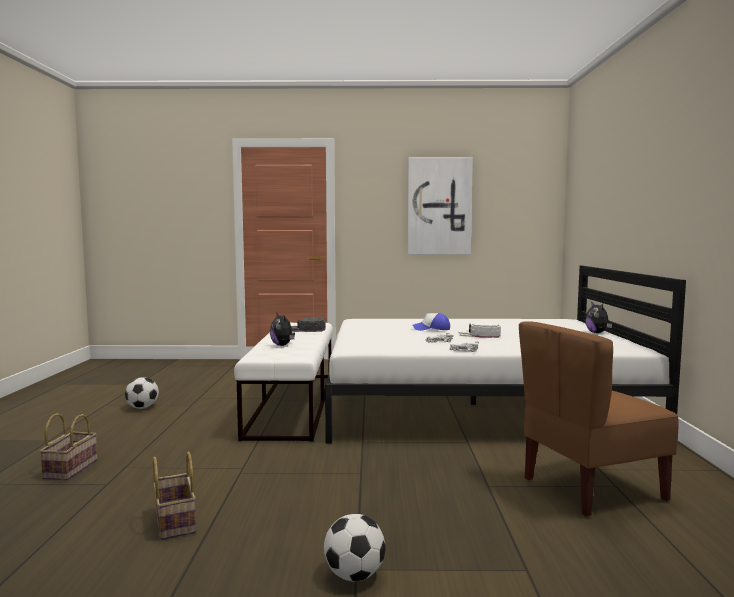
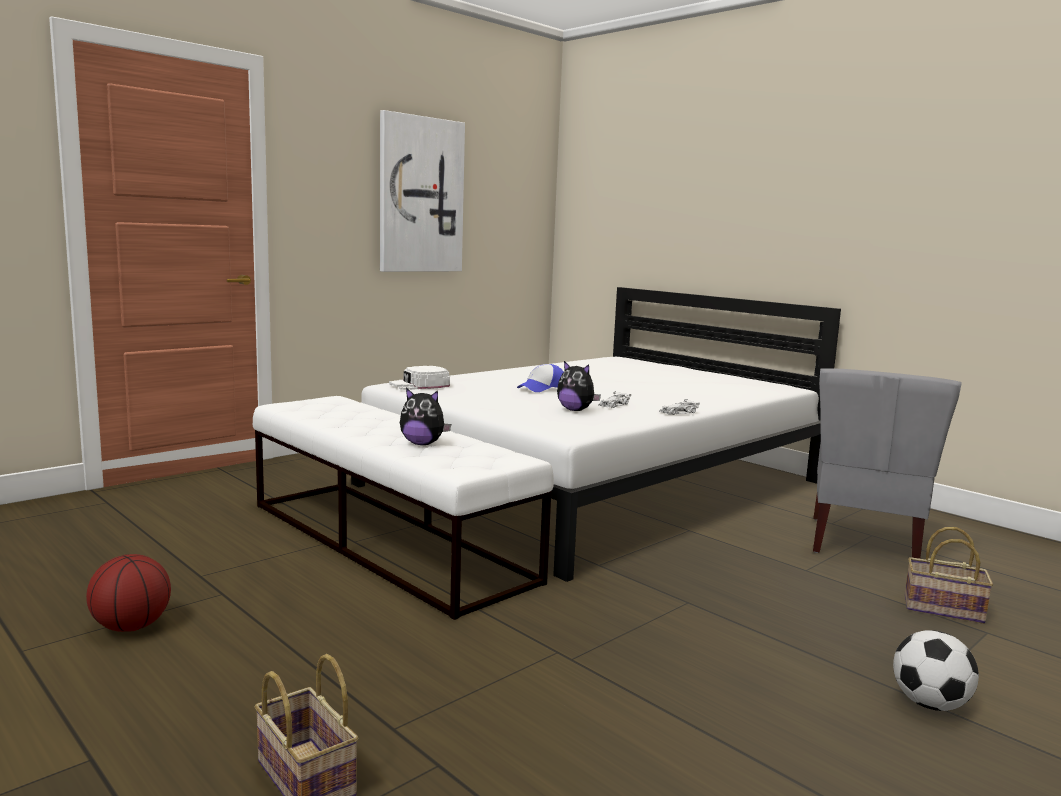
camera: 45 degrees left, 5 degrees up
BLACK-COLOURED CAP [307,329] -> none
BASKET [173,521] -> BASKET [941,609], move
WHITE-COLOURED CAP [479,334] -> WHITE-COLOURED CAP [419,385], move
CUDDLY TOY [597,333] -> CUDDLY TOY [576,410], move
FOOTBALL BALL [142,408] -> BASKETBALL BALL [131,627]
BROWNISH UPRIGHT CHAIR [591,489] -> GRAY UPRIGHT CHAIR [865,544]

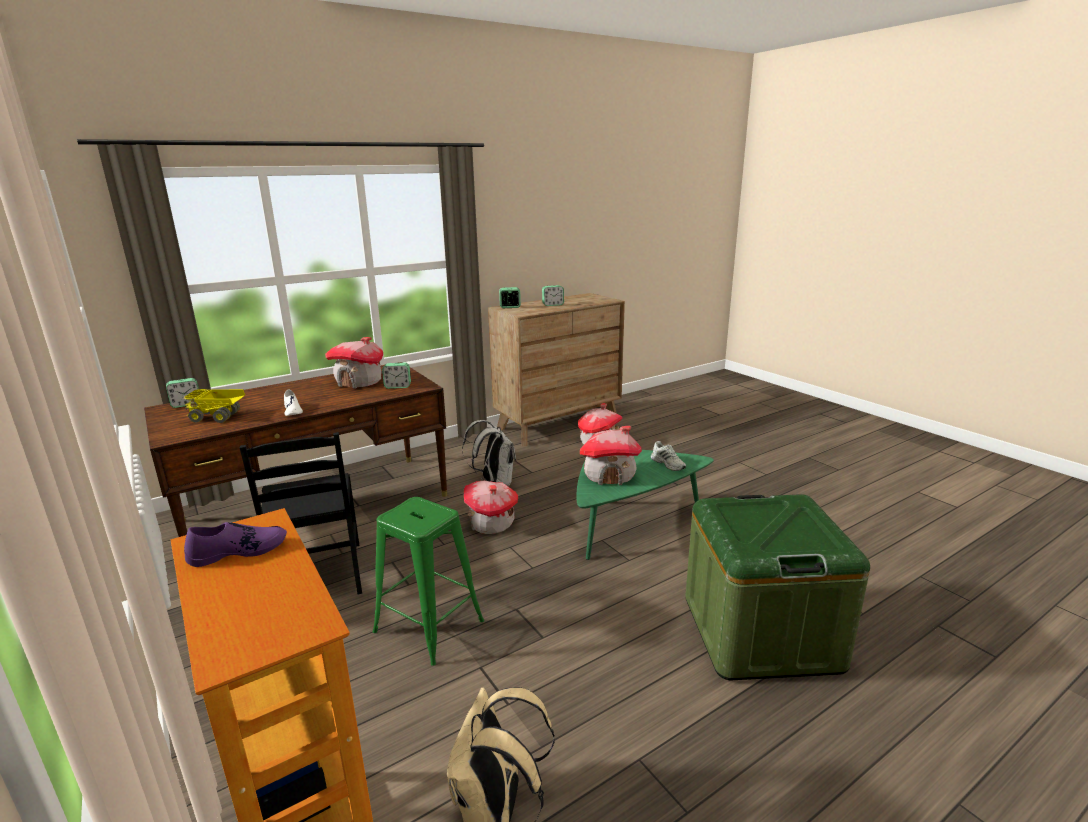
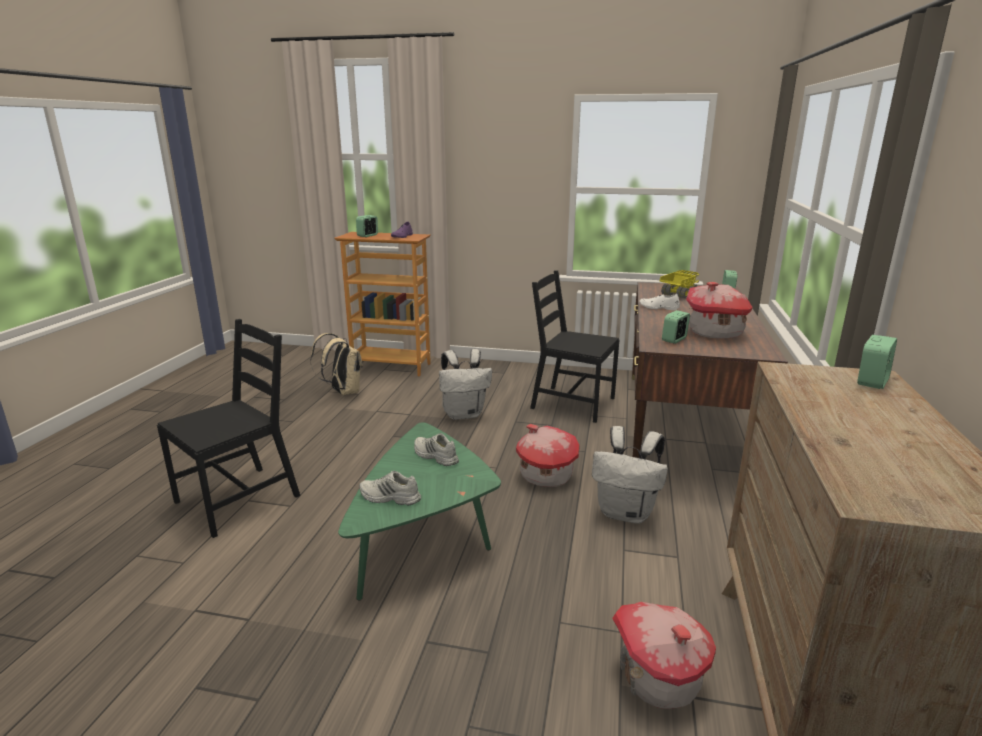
camera: 135 degrees right, 0 degrees up
ALARM CLOCK [553,305] -> ALARM CLOCK [367,235], move
GREENISH STOOL [429,626] -> WHITE-COLOURED KNAPSACK [464,414]
MODEL HOUSE [610,475] -> WHITE-COLOURED SHOE [434,456]
GREENISH STORAGE BOX [760,632] -> BLACK-COLOURED UPRIGHT CHAIR [239,499]

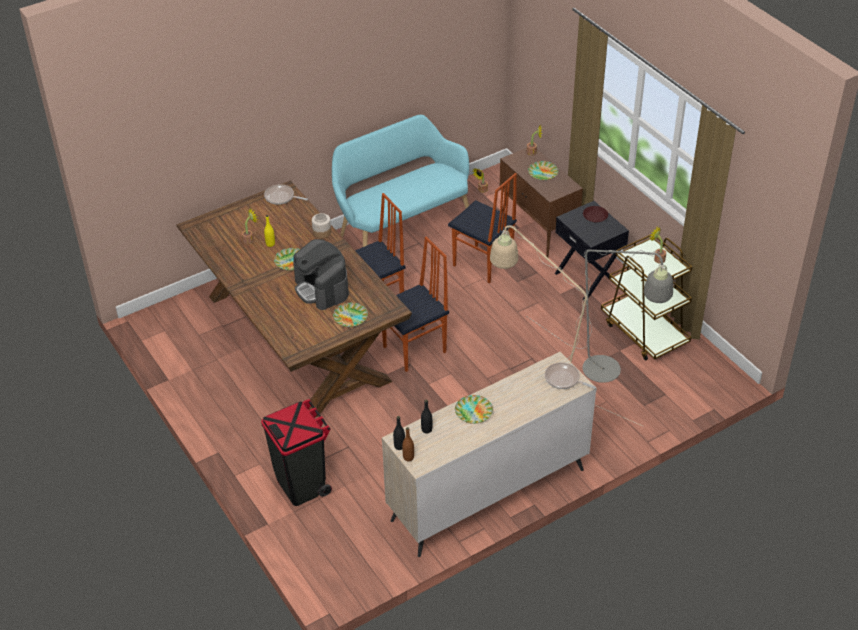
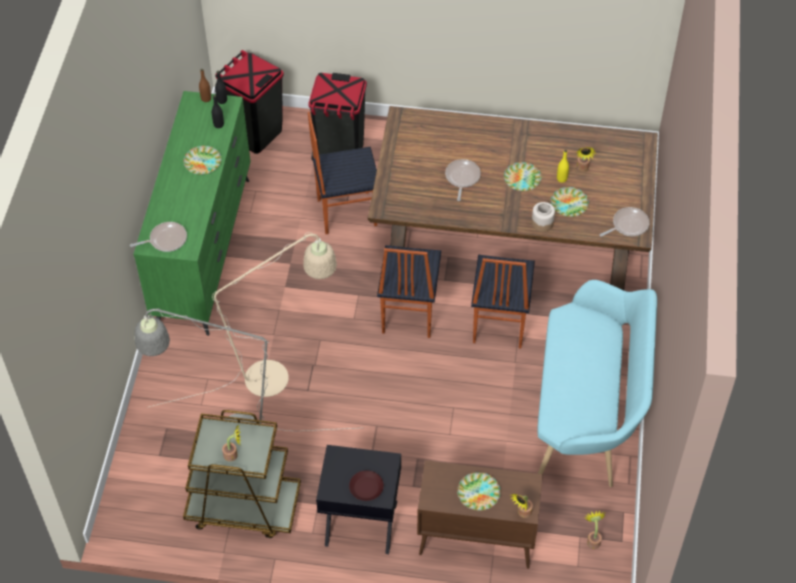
camera: 130 degrees right, 10 degrees up
none -> BLACK-COLOURED RUBBISH BIN [256,134]
FLAT DISH [350,317] -> FLAT DISH [569,204], move
UPRIGHT CHAIR [482,264] -> UPRIGHT CHAIR [346,212], move
COFFEE BREWER [322,289] -> PAN [462,178]
BEIGE CHEST OF DRAWERS [487,494] -> GREENISH CHEST OF DRAWERS [205,251]

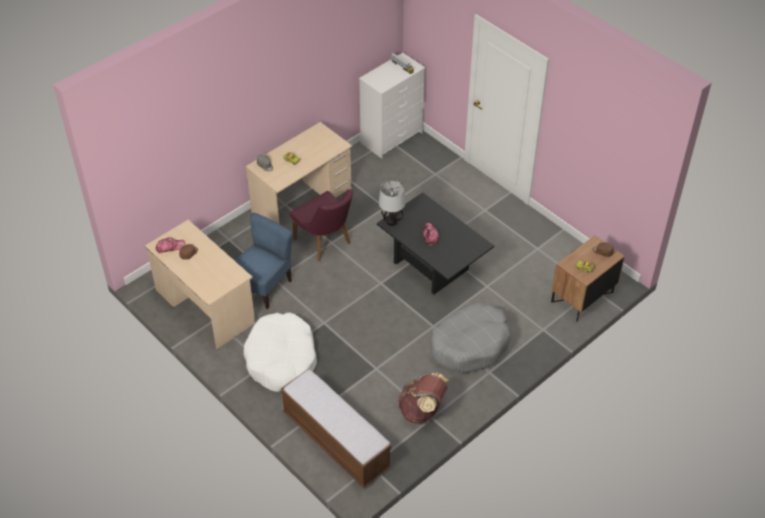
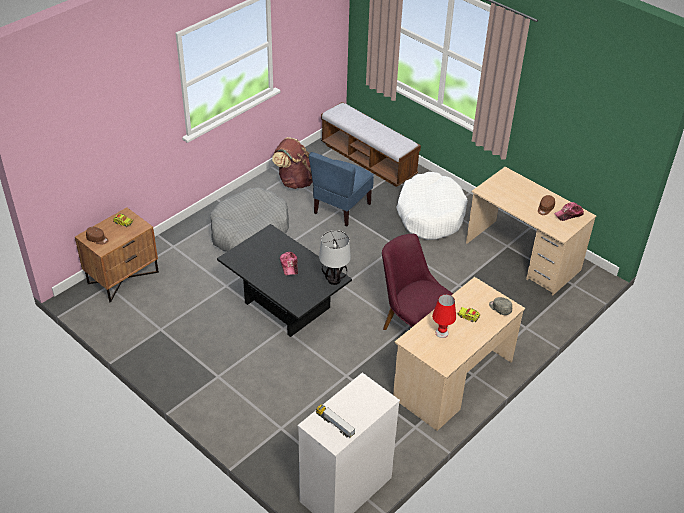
camera: 175 degrees right, 5 degrees down
none -> RED TABLETOP LAMP [442,333]
BLUE-COLOURED UPRIGHT CHAIR [263,286] -> BLUE-COLOURED UPRIGHT CHAIR [341,208], move

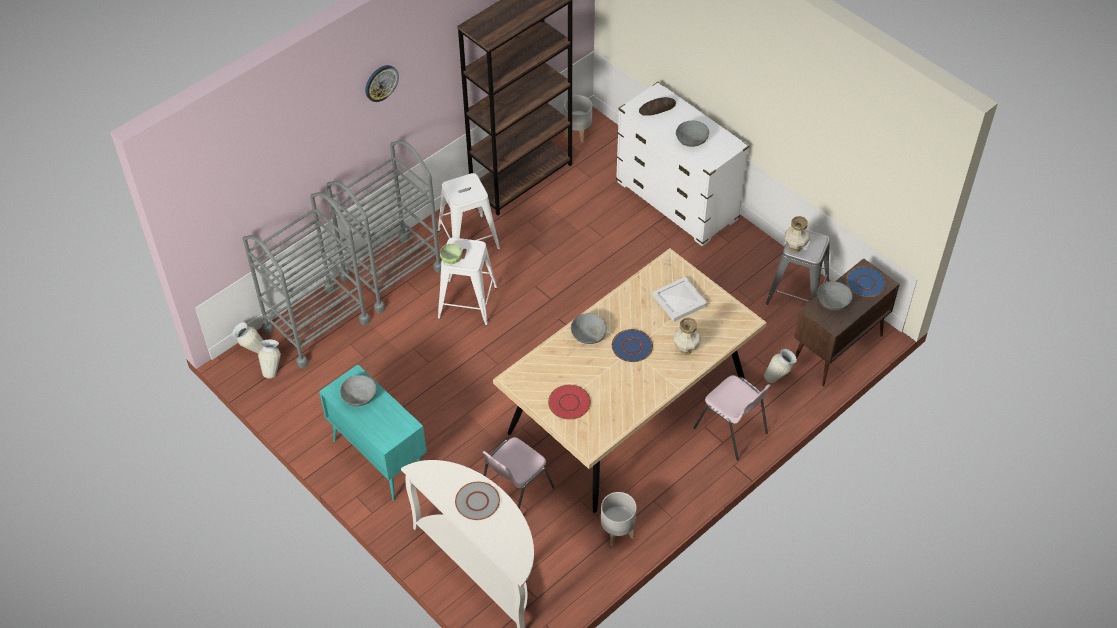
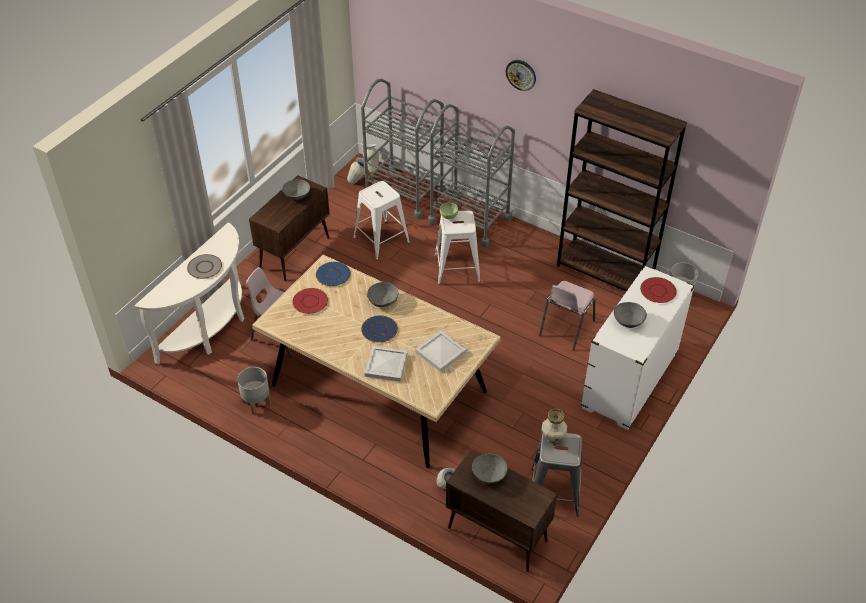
camera: 75 degrees right, 5 degrees down
WHITE-COLOURED STOOL [468,239] -> WHITE-COLOURED STOOL [381,240], move
PINK-COLOURED UPRIGHT CHAIR [731,431] -> PINK-COLOURED UPRIGHT CHAIR [565,328], move
BLUE-COLOURED FLAT DISH [865,282] -> BLUE-COLOURED FLAT DISH [333,274], move
BAKED BREAD [657,108] -> RED FLAT DISH [658,290]
FLOWER VASE [686,349] -> WHITE-COLOURED TRAY [386,365]
TURQUOISE CUPBOARD [378,457] -> BROWNISH CUPBOARD [295,252]

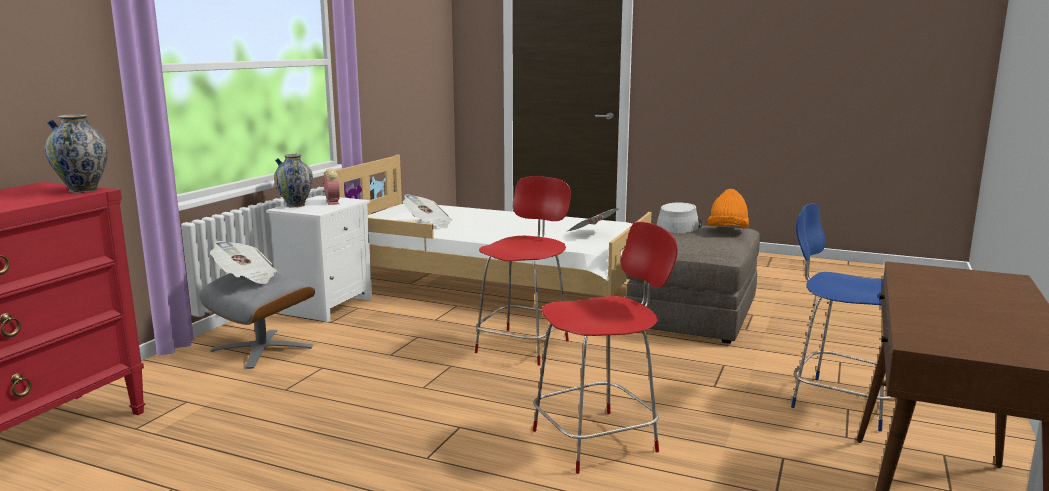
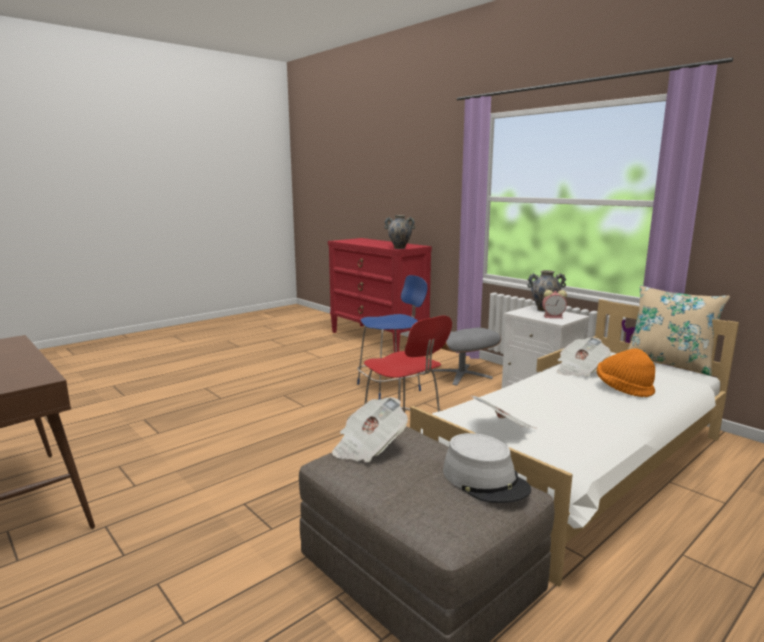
camera: 115 degrees right, 0 degrees up
RED UPRIGHT CHAIR [598,440] -> none
none -> BEIGE THROW PILLOW [668,363]
NEWSPAPER [246,278] -> NEWSPAPER [368,447], move
ORANGE-COLOURED CLOTHING HAT [727,231] -> ORANGE-COLOURED CLOTHING HAT [623,389], move
BLUE-COLOURED UPRIGHT CHAIR [841,402] -> BLUE-COLOURED UPRIGHT CHAIR [390,387], move

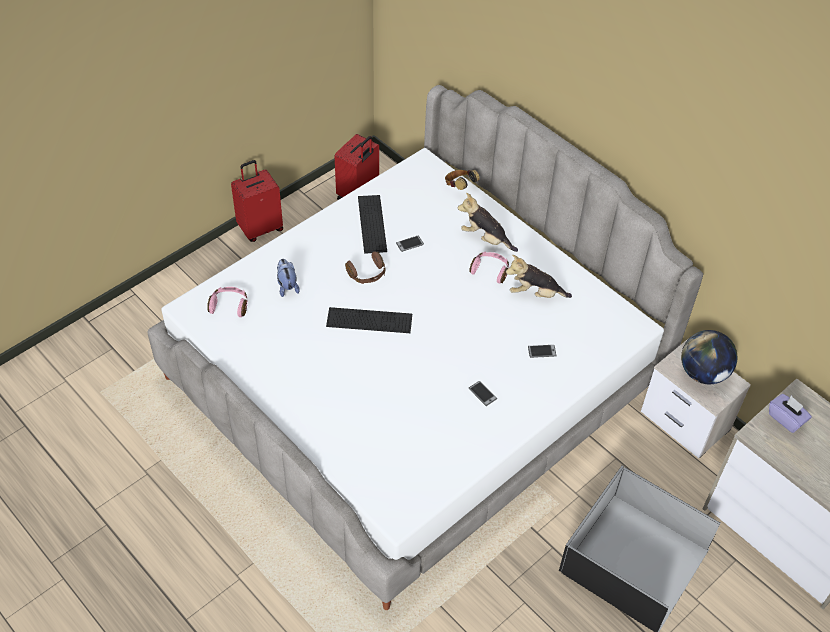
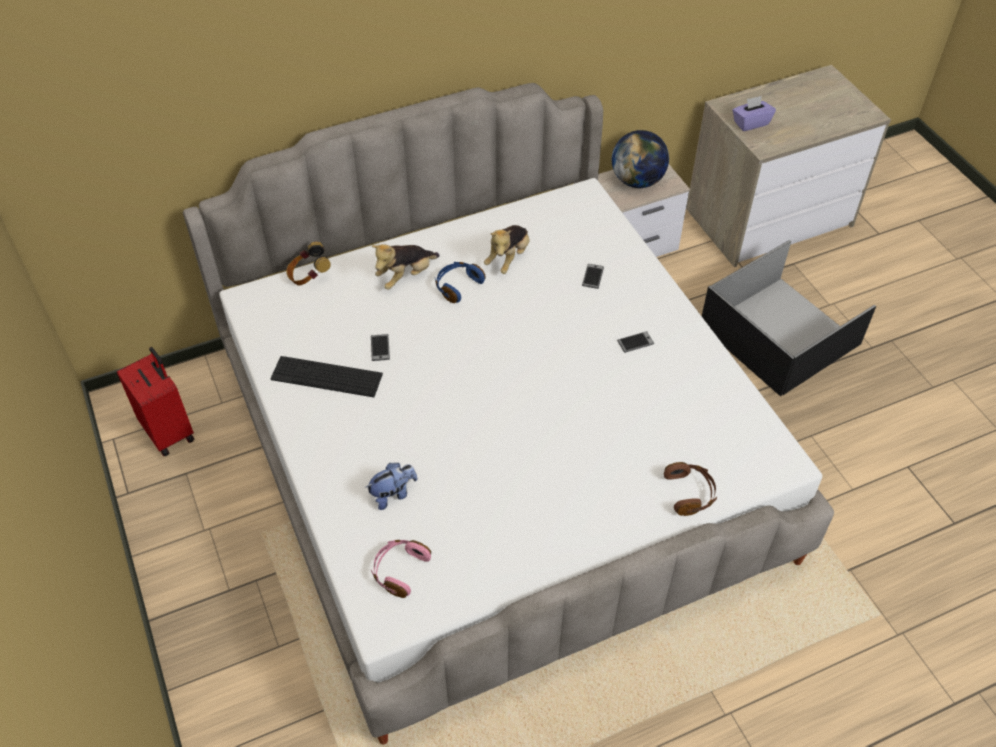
camera: 70 degrees left, 0 degrees up
RED PIECE OF LUGGAGE [260,228] -> none
PC KEYBOARD [369,320] -> none
BROWNISH HEADPHONES [367,274] -> BROWNISH HEADPHONES [690,493], move
PINK-COLOURED HEADPHONES [490,270] -> BLUE-COLOURED HEADPHONES [457,286]
CUDDLY TOY [287,286] -> CUDDLY TOY [393,494], 150 degrees clockwise

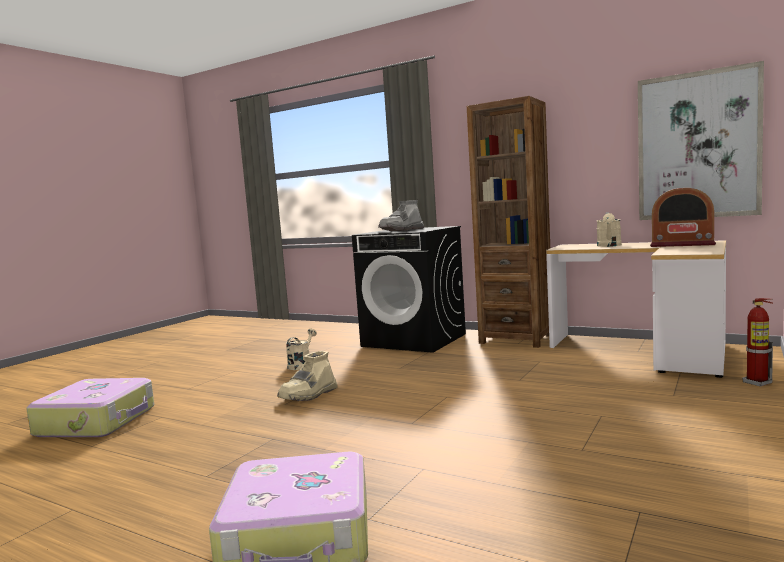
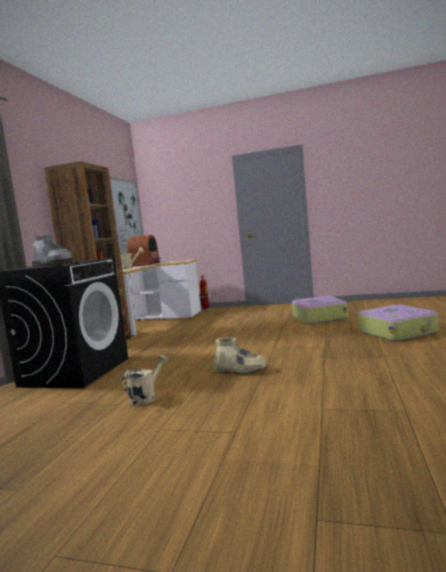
camera: 105 degrees left, 0 degrees up
PIECE OF LUGGAGE [98,421] -> PIECE OF LUGGAGE [318,317], move
BEIGE WATERING CAN [301,365] -> BEIGE WATERING CAN [146,397], 120 degrees clockwise

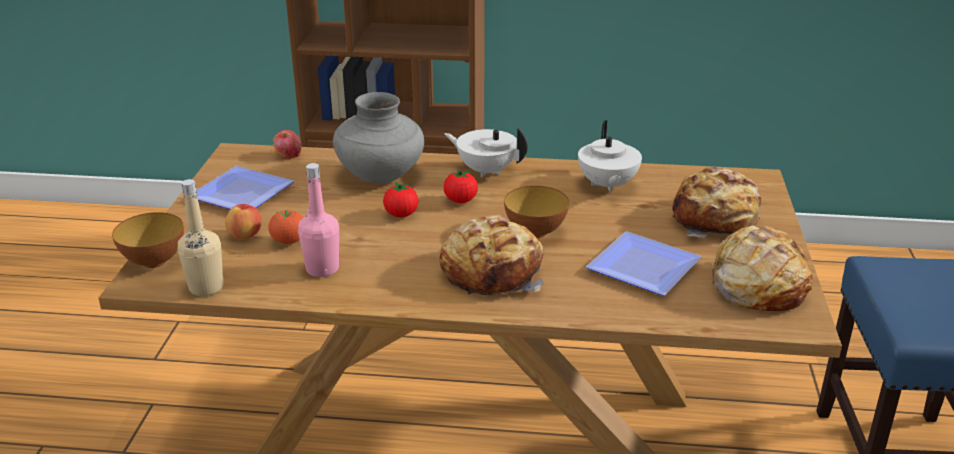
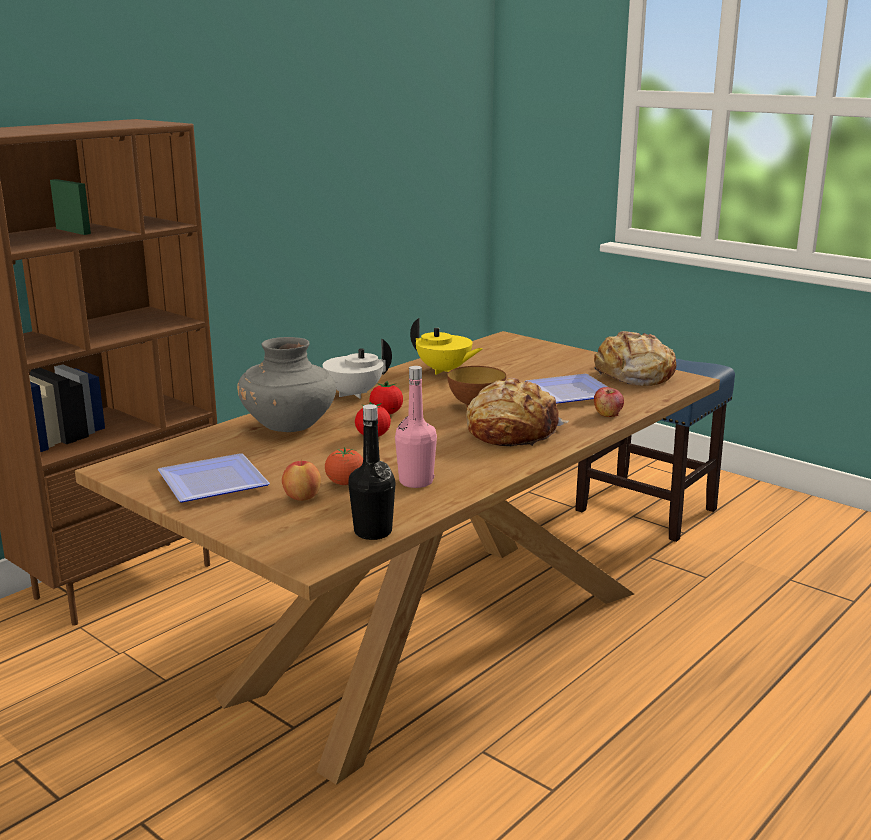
camera: 55 degrees left, 10 degrees down
DEEP DISH [154,261] -> none
BAKED BREAD [715,219] -> none
APPLE [288,155] -> APPLE [608,414], move
BEIGE BEVERAGE BOTTLE [206,287] -> BLACK-COLOURED BEVERAGE BOTTLE [373,532]
WHITE-COLOURED TEAPOT [607,185] -> YELLOW-COLOURED TEAPOT [444,371]

